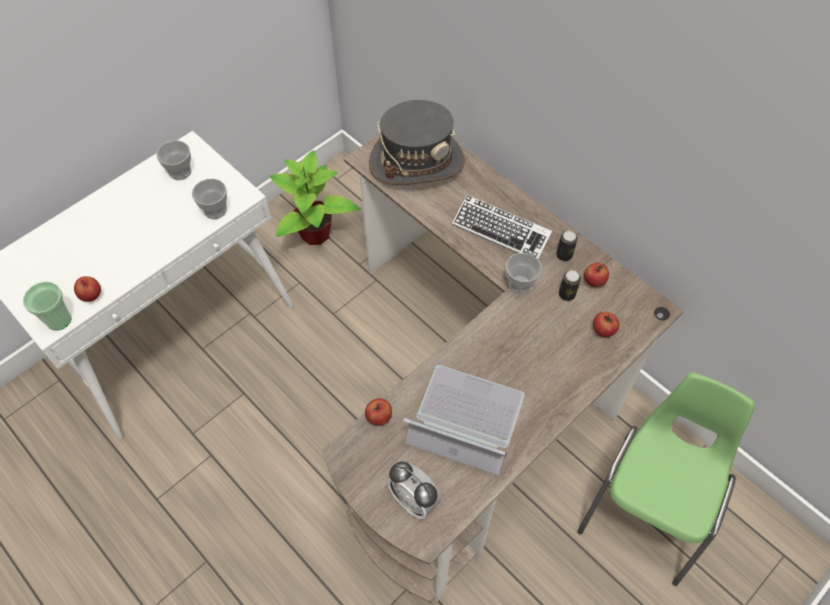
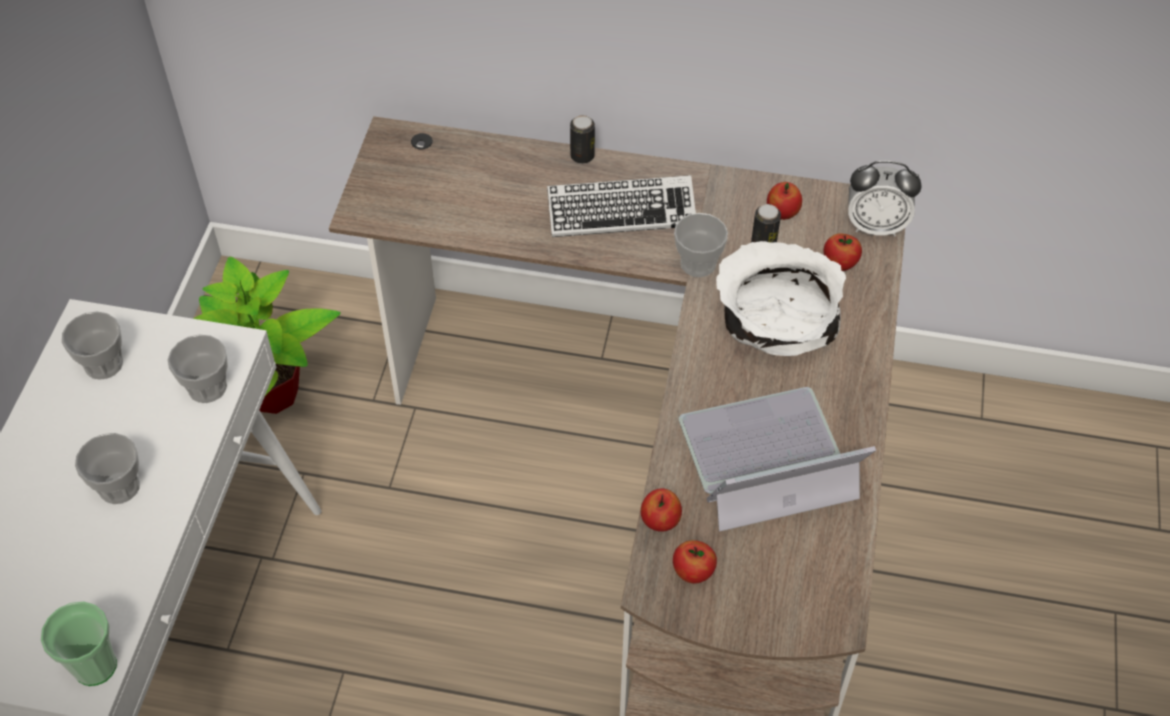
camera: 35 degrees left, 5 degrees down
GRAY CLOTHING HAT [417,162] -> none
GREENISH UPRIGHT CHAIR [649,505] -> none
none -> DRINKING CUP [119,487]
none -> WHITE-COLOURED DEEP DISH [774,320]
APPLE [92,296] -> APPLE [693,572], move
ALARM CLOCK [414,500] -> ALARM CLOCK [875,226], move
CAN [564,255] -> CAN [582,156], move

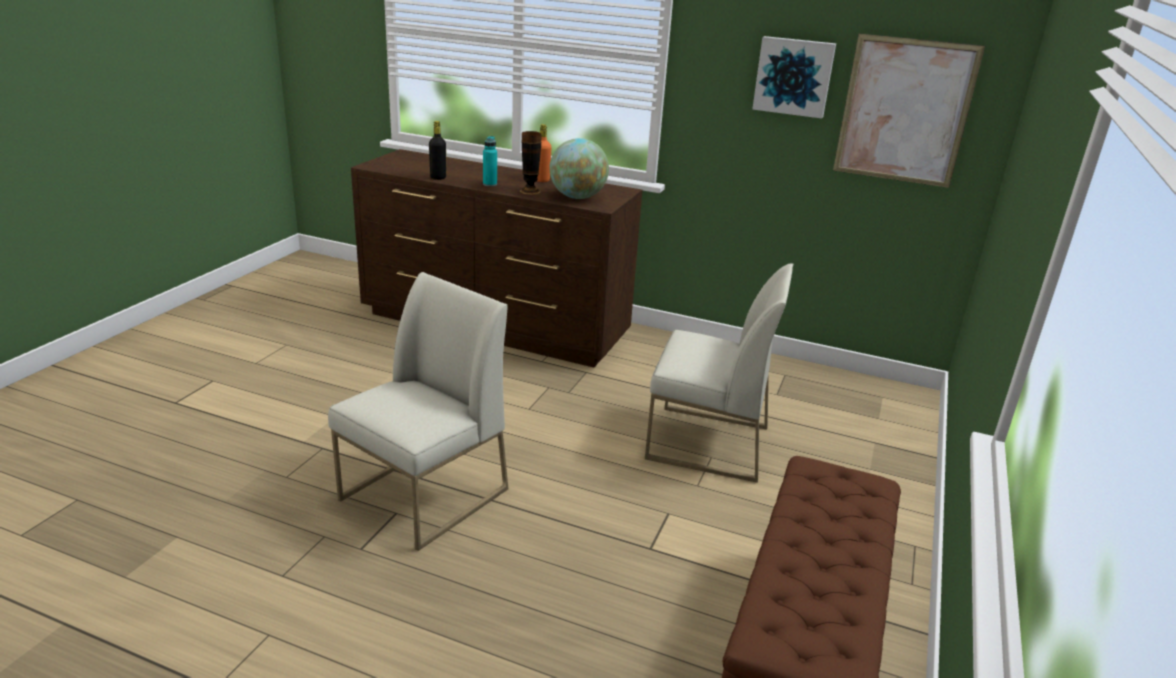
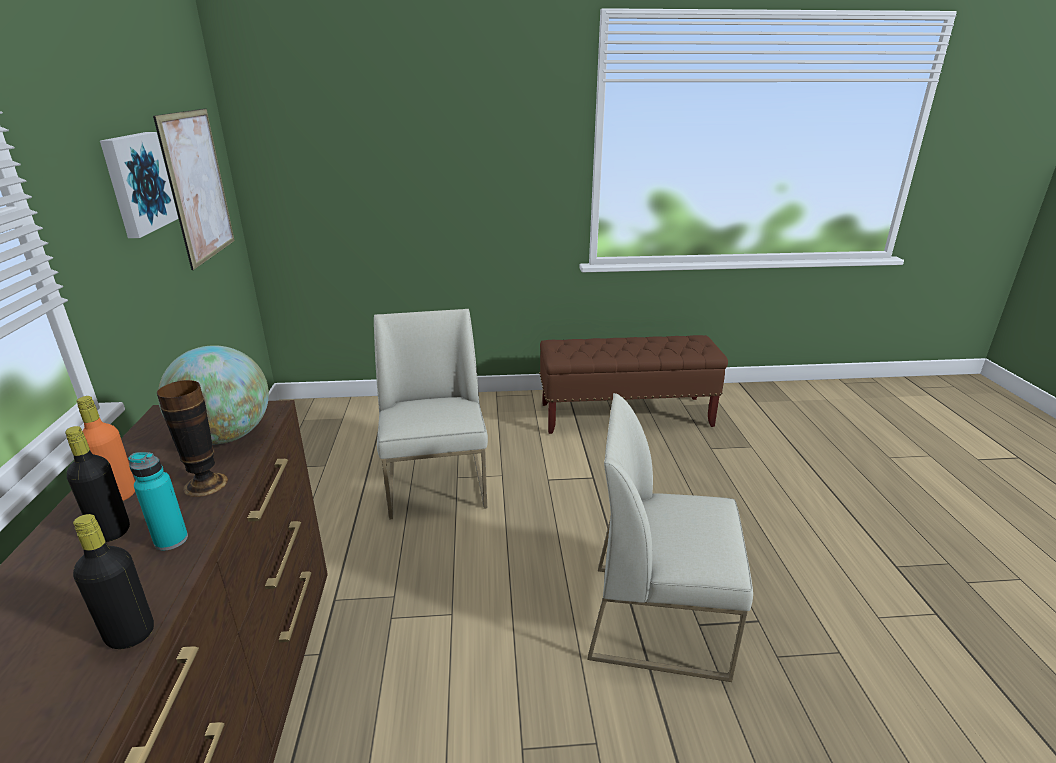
camera: 115 degrees left, 0 degrees up
none -> BLACK-COLOURED BEVERAGE BOTTLE [112,532]

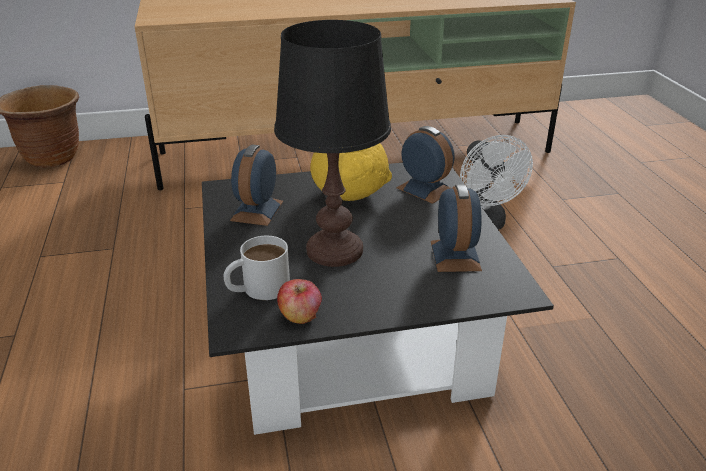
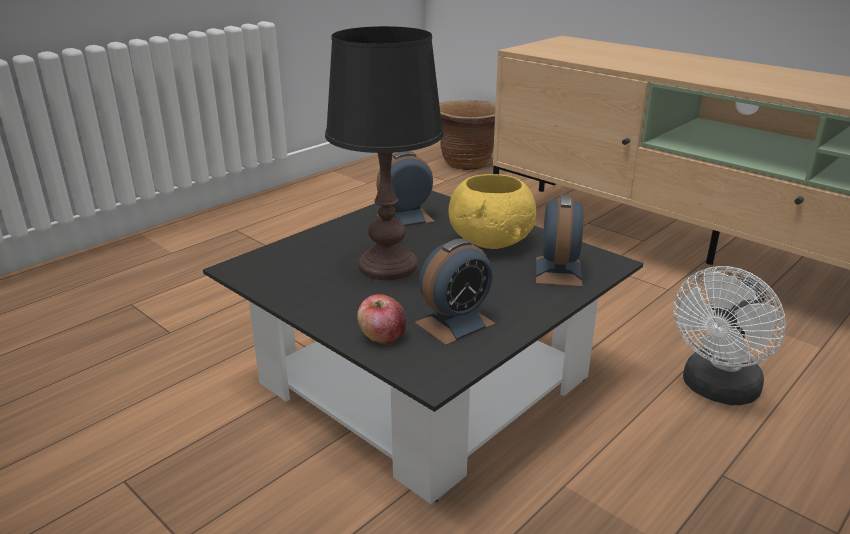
camera: 55 degrees right, 5 degrees down
WHITE-COLOURED TEA MUG [257,289] -> none
APPLE [300,316] -> APPLE [382,336], move

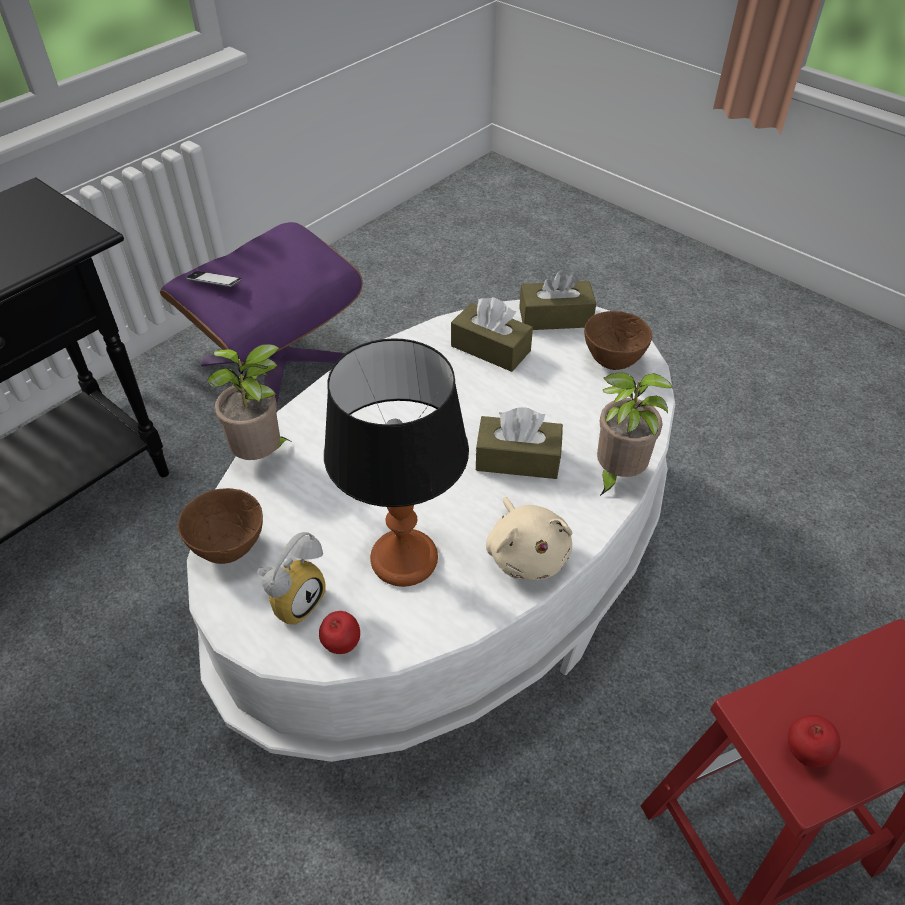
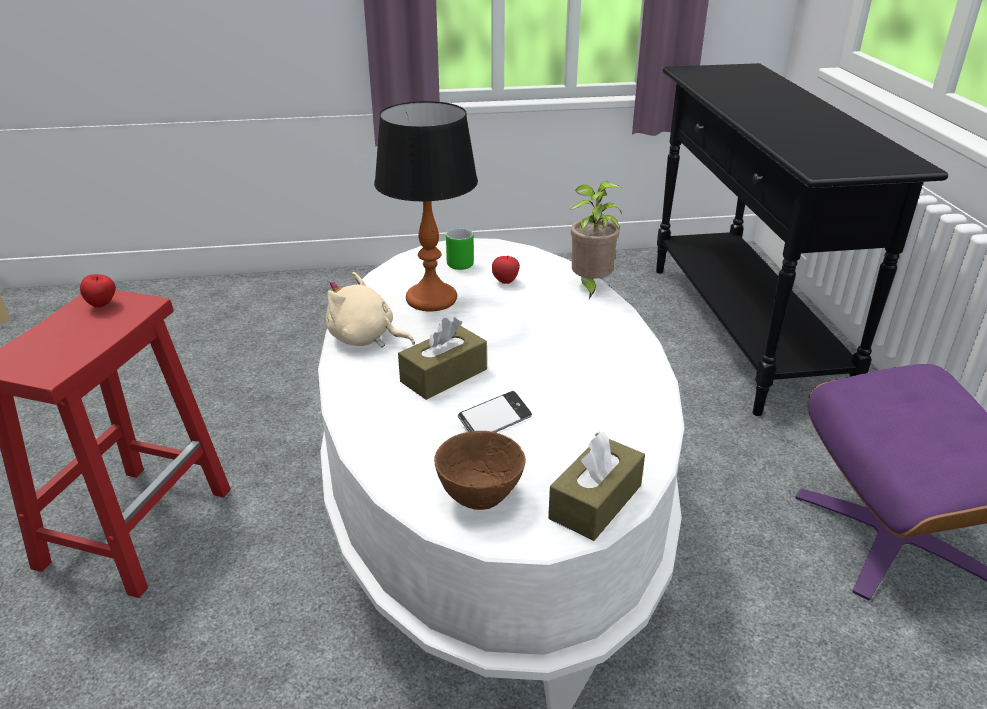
camera: 130 degrees right, 15 degrees down
BROWNISH DEEP DISH [229,546] -> none
BROWNISH TISSUE BOX [490,348] -> none
PLANT IN A POT [616,475] -> none
PHONE [215,283] -> PHONE [495,420], move
APPLE [341,644] -> APPLE [505,282], move
ALARM CLOCK [295,598] -> GREENISH TEA MUG [458,262]

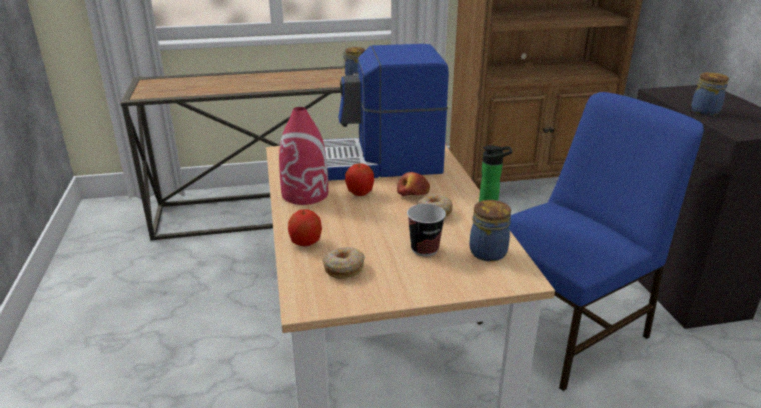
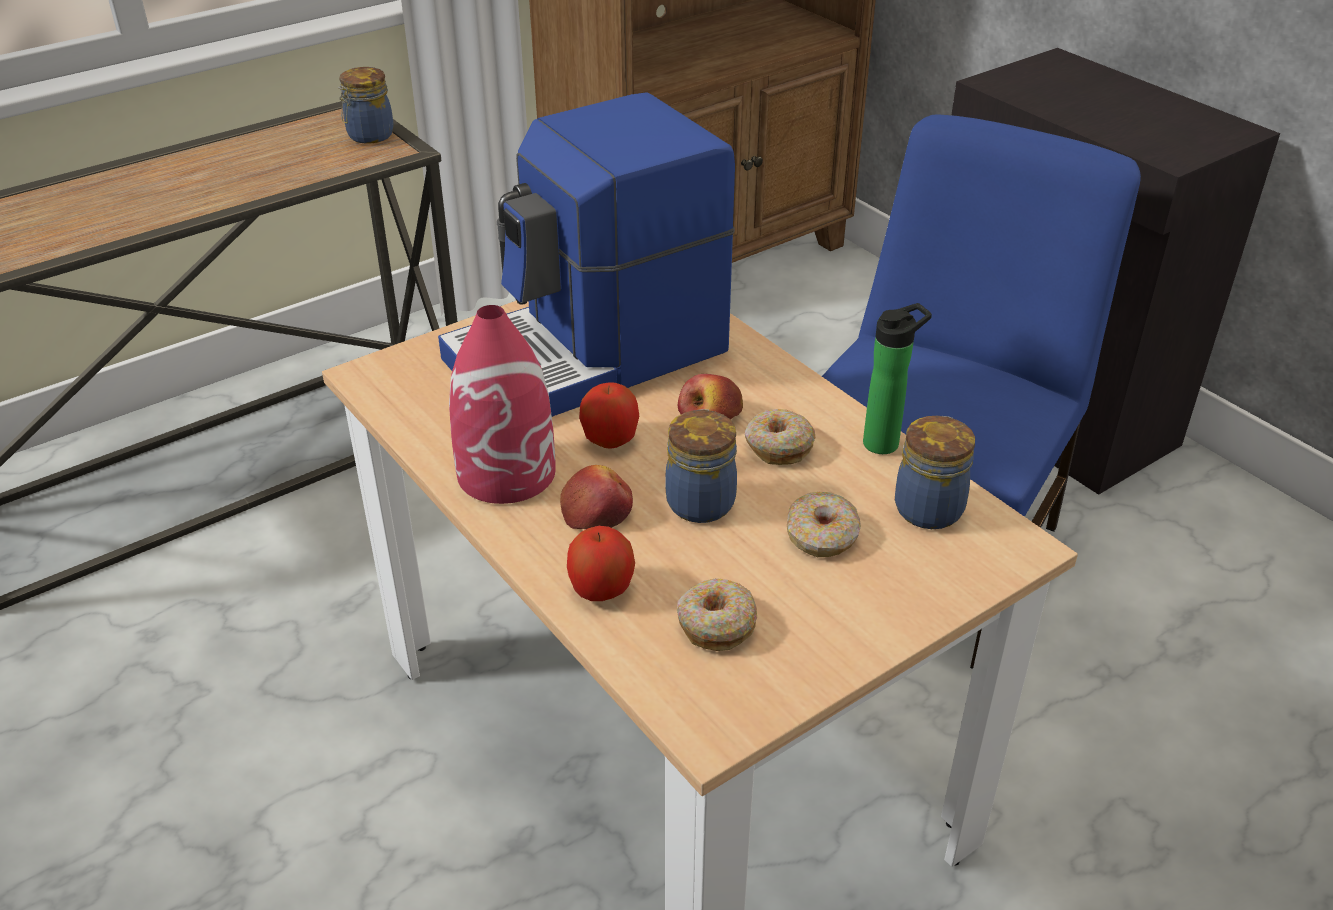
camera: 25 degrees left, 10 degrees up
none -> APPLE [597,510]
PRESERVE JAR [705,111] -> PRESERVE JAR [700,501], move
DRINKING CUP [424,249] -> DONUT [822,536]

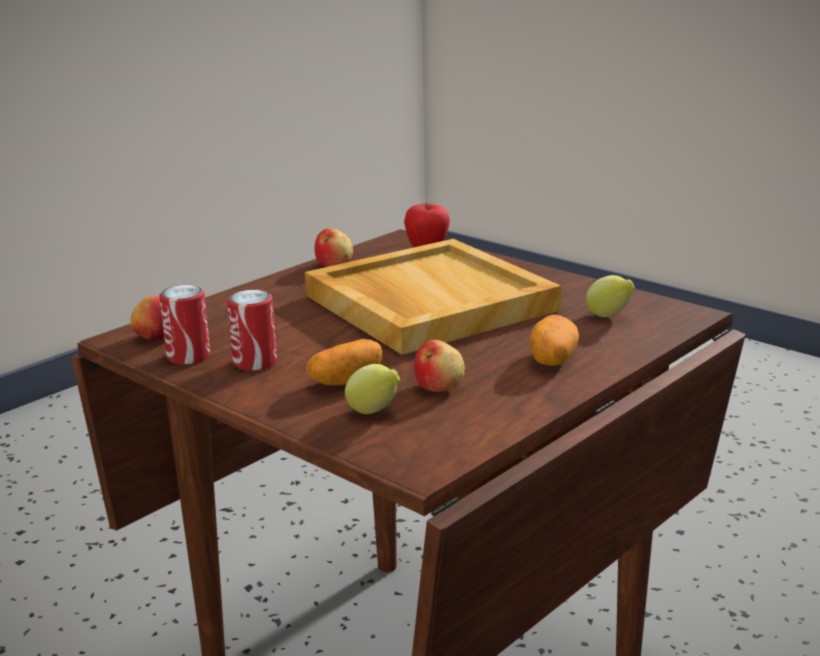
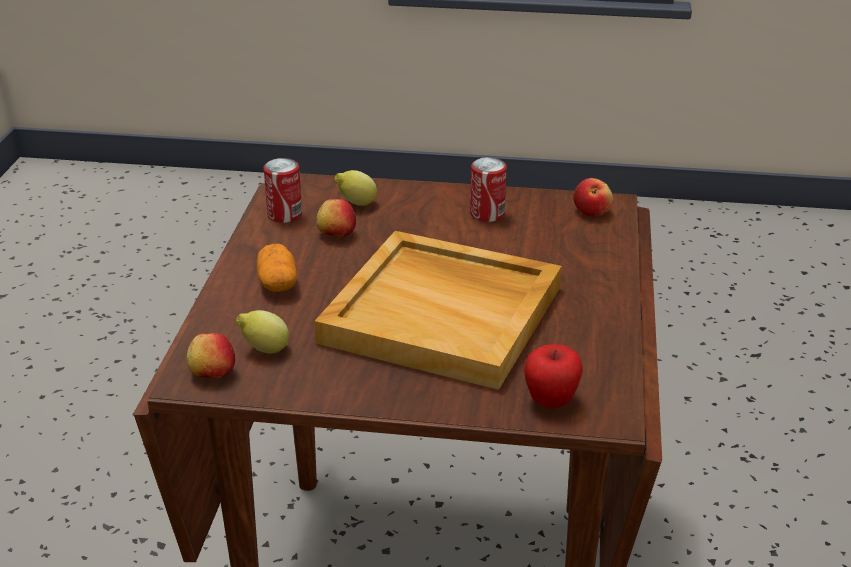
camera: 145 degrees right, 10 degrees up
SPUD [346,381] -> none
CAN [188,356] -> CAN [284,215], move
APPLE [334,264] -> APPLE [212,373], move

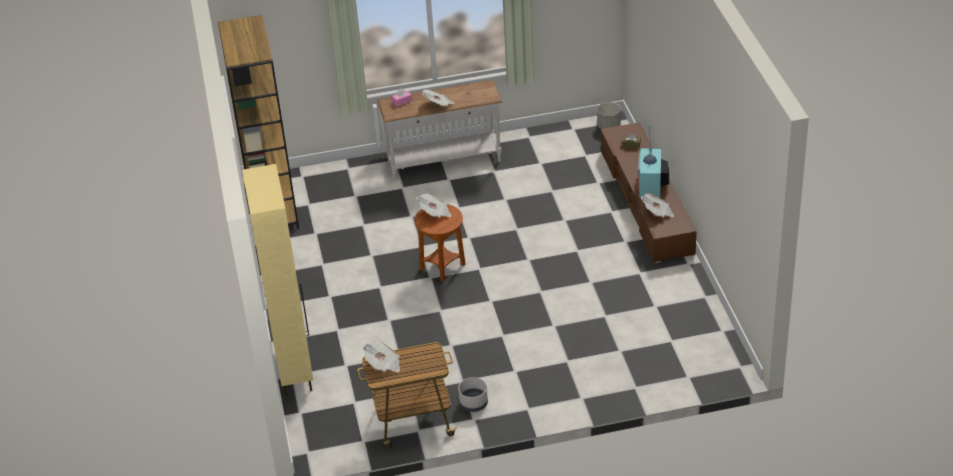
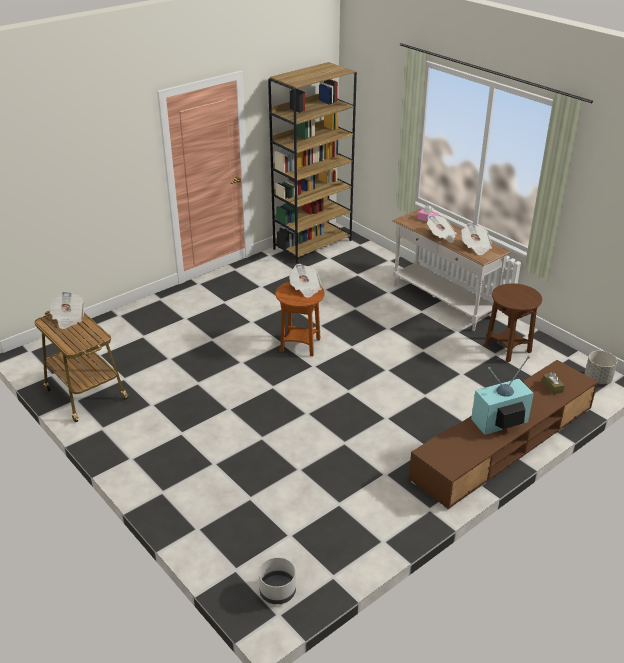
camera: 60 degrees right, 5 degrees down
BEIGE CUPBOARD [294,370] -> none
none -> BROWNISH END TABLE [508,349]
GRAY FLOWER POT [473,403] -> GRAY FLOWER POT [277,591], move
NEWSPAPER [657,213] -> NEWSPAPER [475,247], move

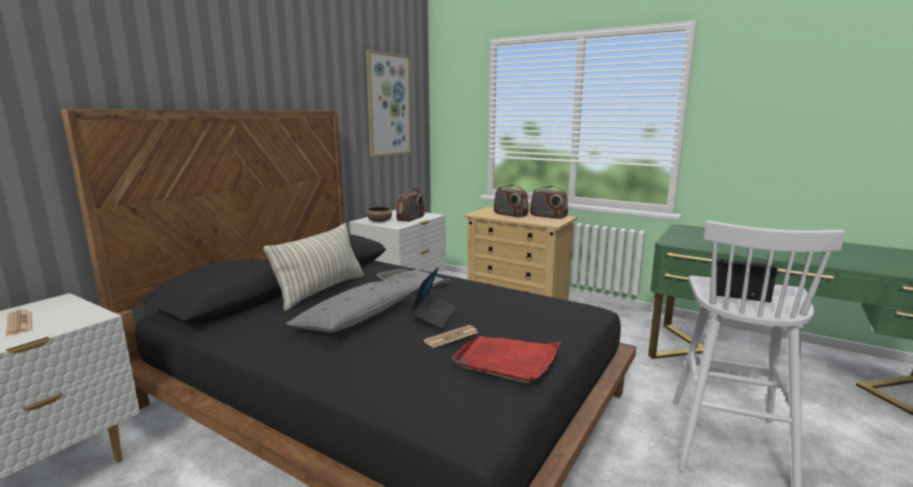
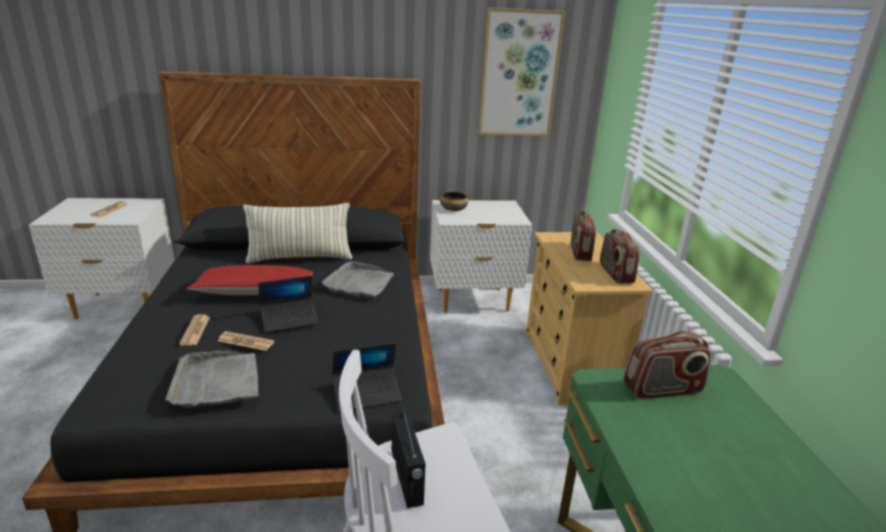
camera: 50 degrees right, 10 degrees up
none -> NEWSPAPER [195,330]
none -> LAPTOP [367,394]
RADIO [411,218] -> RADIO [662,390], move
GRAY THROW PILLOW [357,318] -> RED THROW PILLOW [254,292]
RED TRAY [507,360] -> GRAY TRAY [216,382]

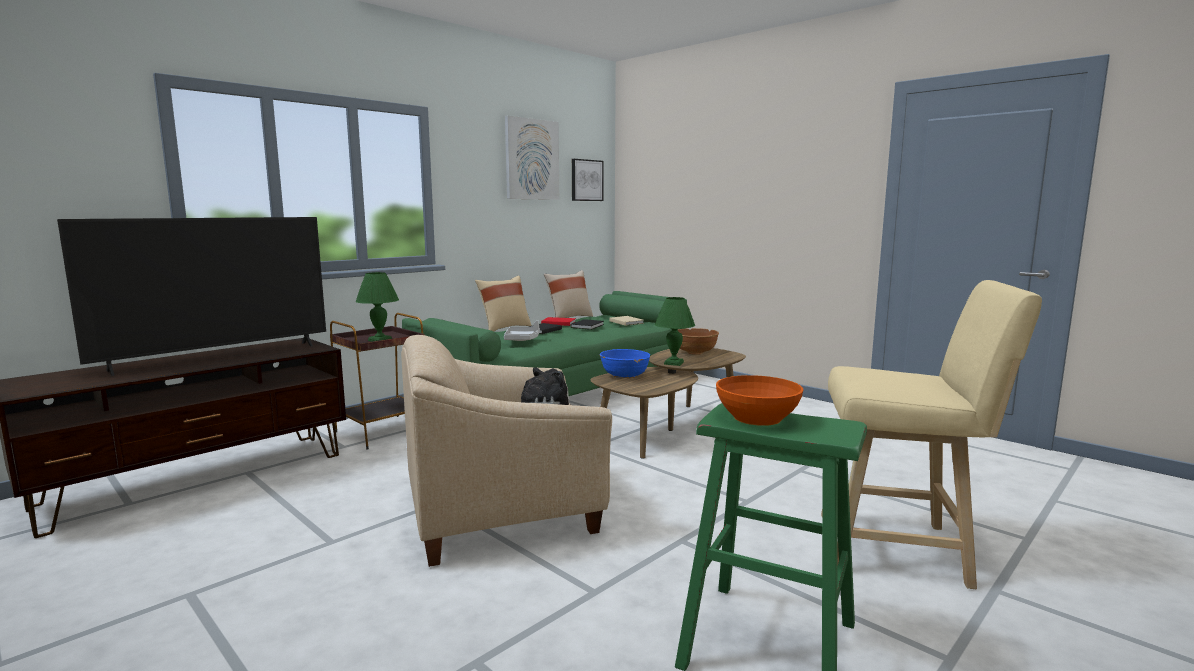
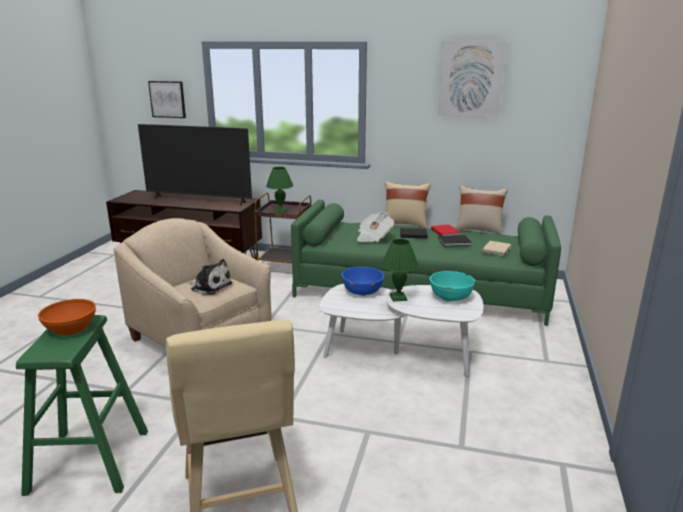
camera: 60 degrees right, 10 degrees up
WALL PICTURE [586,180] -> WALL PICTURE [168,99], move
GRAY TRAY [522,339] -> NEWSPAPER [373,237]
BROWNISH LOW TABLE [670,429] -> WHITE-COLOURED LOW TABLE [398,352]
BROWNISH DEEP DISH [695,352] -> TURQUOISE DEEP DISH [450,298]

